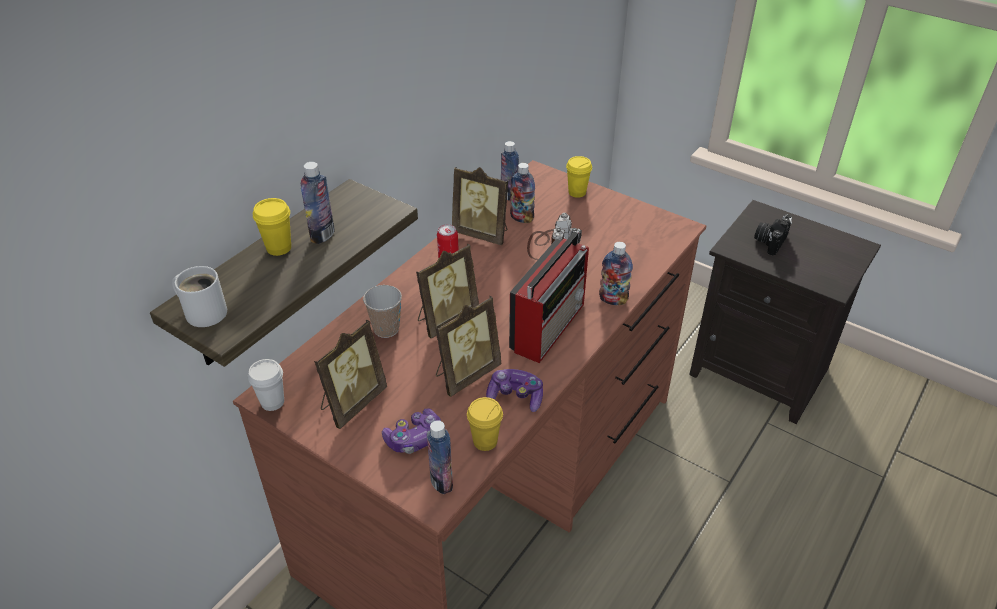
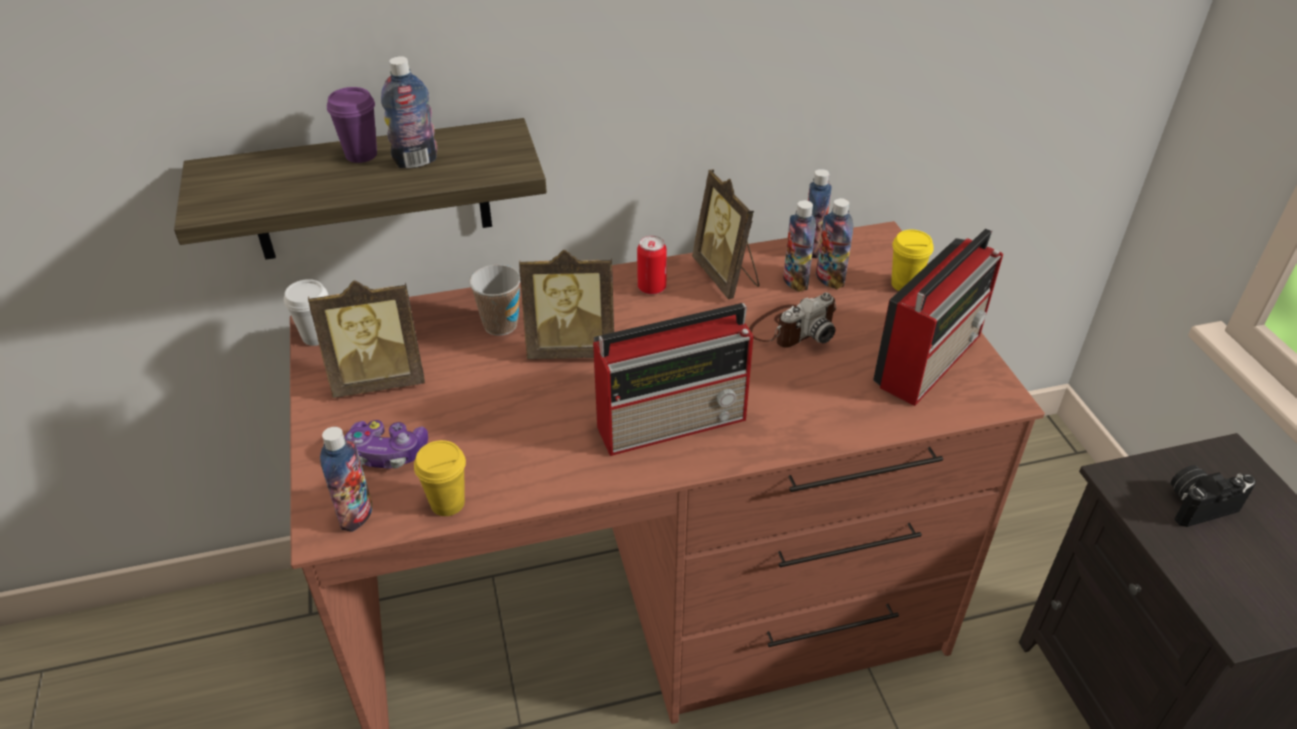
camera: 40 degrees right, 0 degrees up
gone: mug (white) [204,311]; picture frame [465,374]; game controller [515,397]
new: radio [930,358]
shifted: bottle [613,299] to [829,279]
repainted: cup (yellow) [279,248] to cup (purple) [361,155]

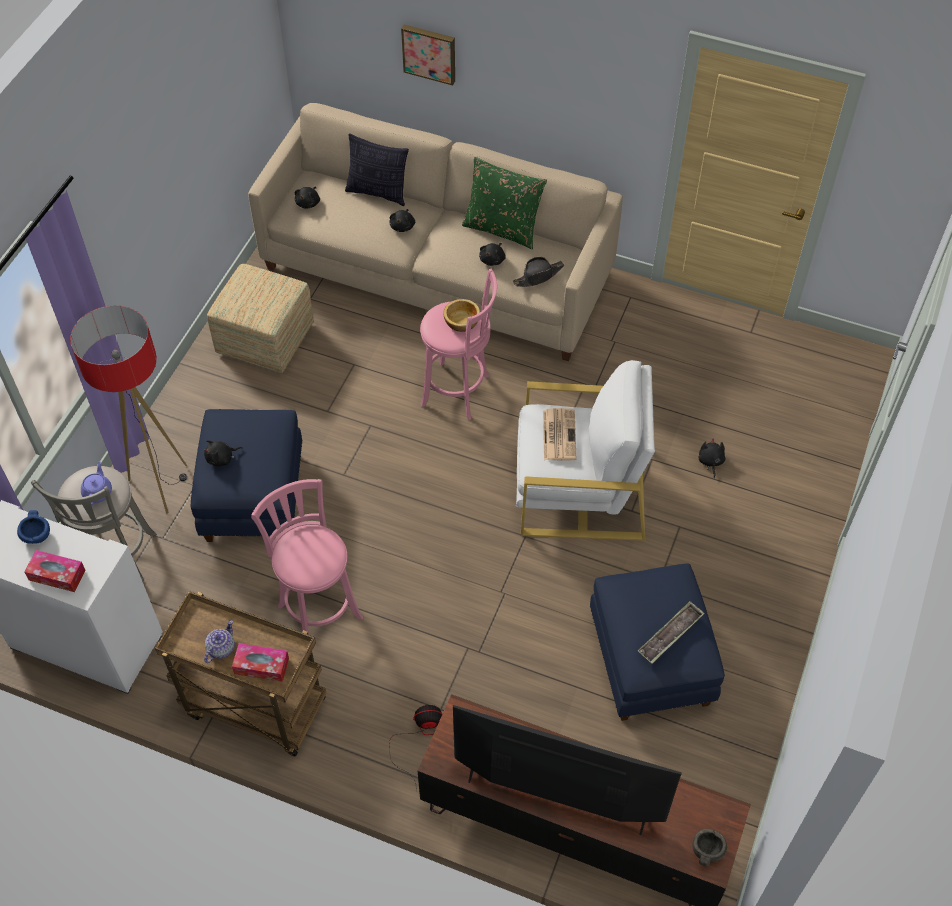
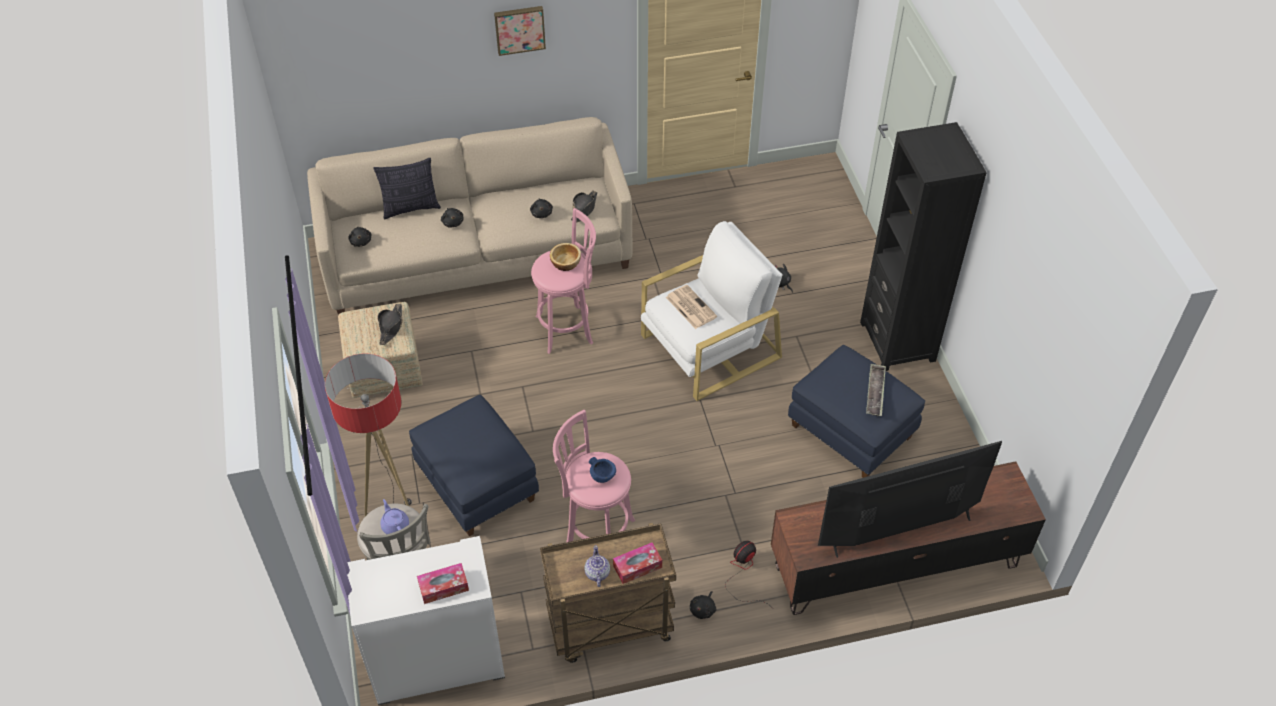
camera: 35 degrees left, 5 degrees down
gone: pillow (green) [502,228]; bowl (grey) [707,850]
new: hat (black) [391,327]; bookcase (black) [897,341]
shifted: picture [429,53] to [519,29]; bowl (blue) [37,535] to [603,475]; plush toy (black) [222,458] to [703,609]

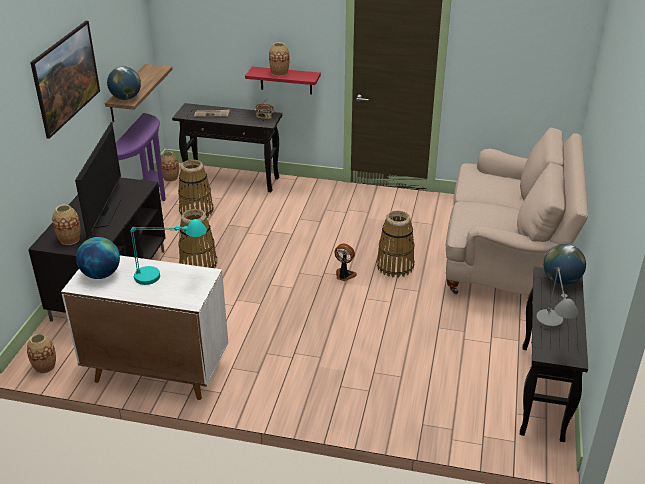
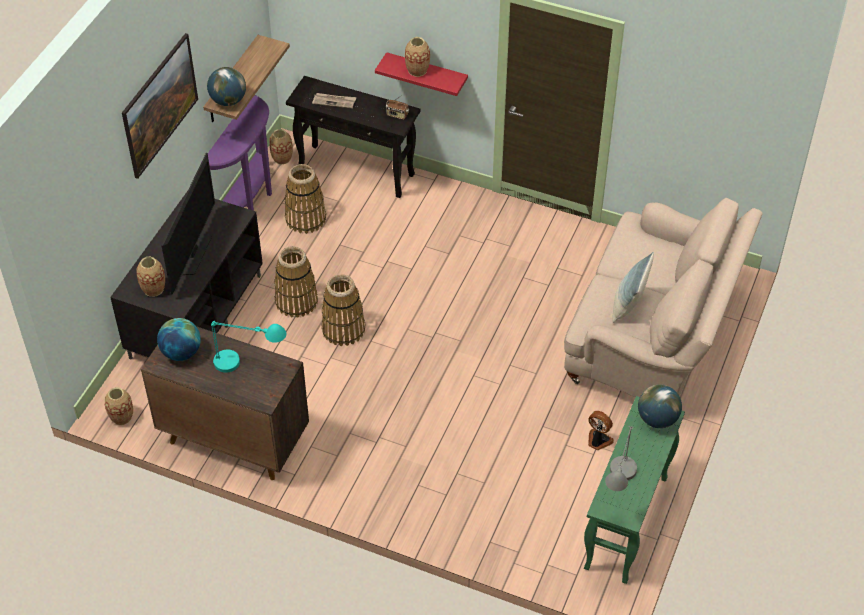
camera: 10 degrees right, 15 degrees up
new: pillow [628,304]
shifted: basket [395,266] to [343,329]; fan [344,275] to [598,441]
repainted: cabinet (white) [156,371] to cabinet (brown) [233,439]; console table (black) [542,392] to console table (green) [626,524]

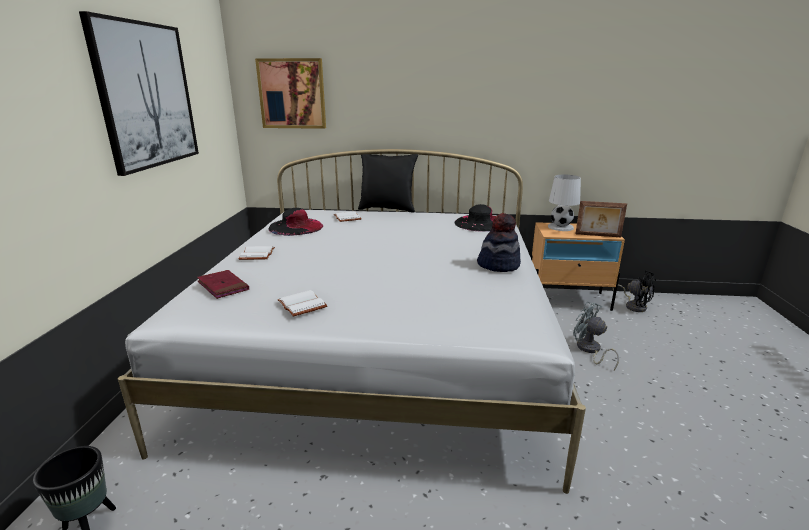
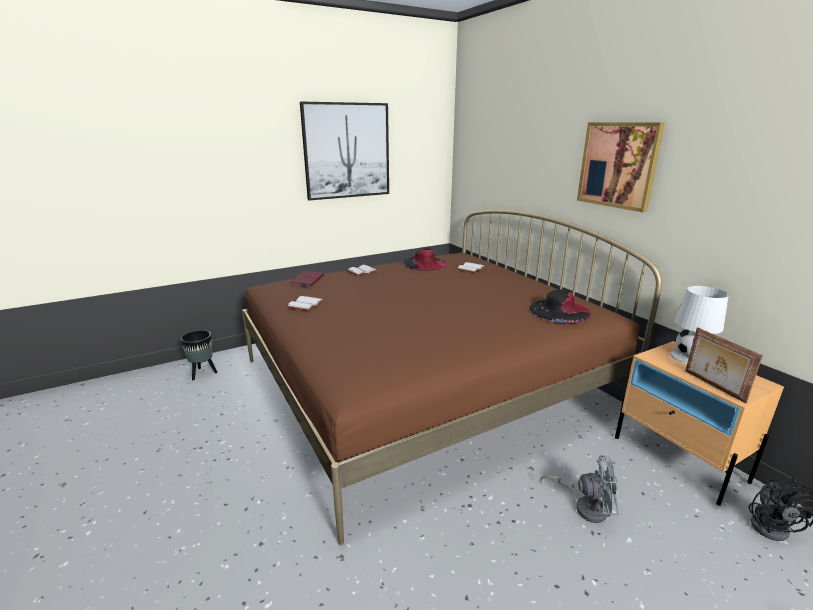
camera: 55 degrees right, 0 degrees up
gone: pillow (black) [387,209]; hat [498,265]
shifted: picture [292,94] to [618,165]
repainted: bed (white) [380,348] to bed (brown) [424,384]
rotated: fan (grey) [589,350] = [585,506] 90 degrees clockwise

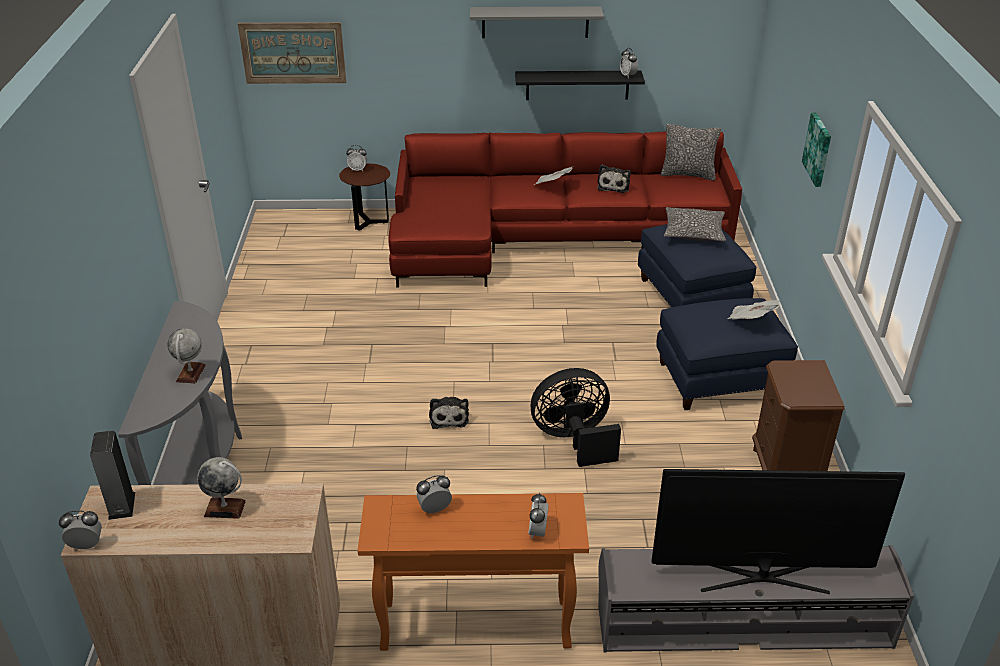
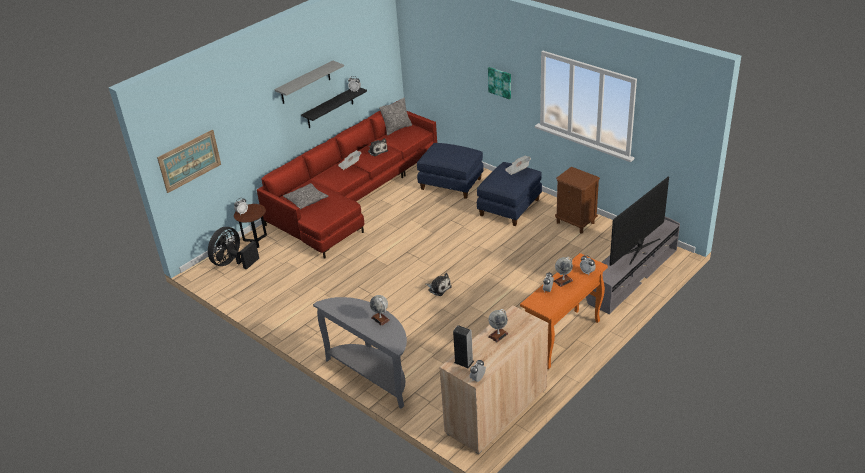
camera: 45 degrees left, 0 degrees up
new: globe [563,281]
shifted: fan (black) [574,440] to [233,263]; pillow [693,232] to [306,200]

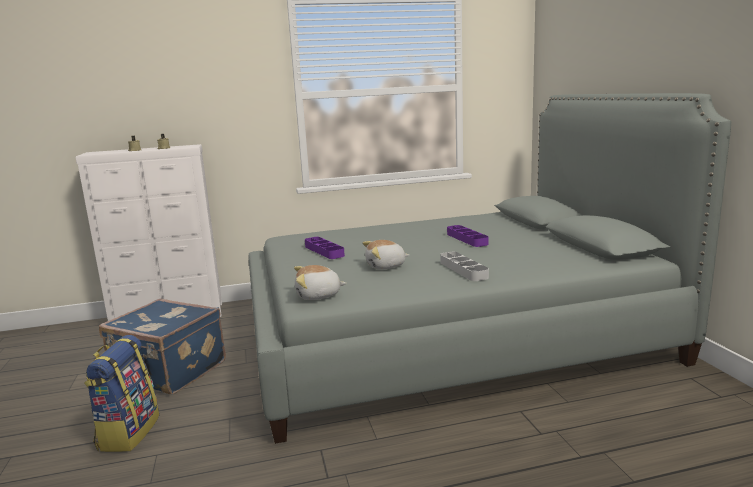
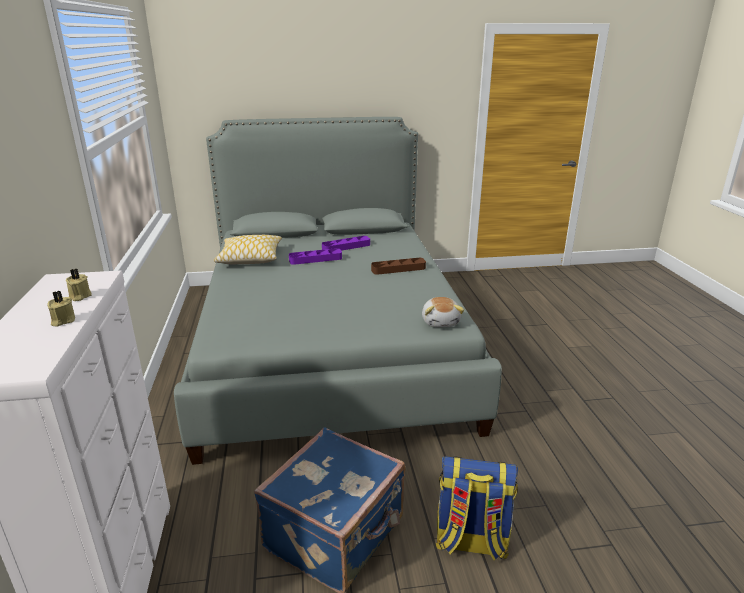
camera: 85 degrees left, 10 degrees up
gone: plush toy [386,266]
new: pillow [250,258]
shifted: tray (purple) [324,251] to [346,247]
repainted: tray (grey) [463,270] to tray (brown) [398,269]

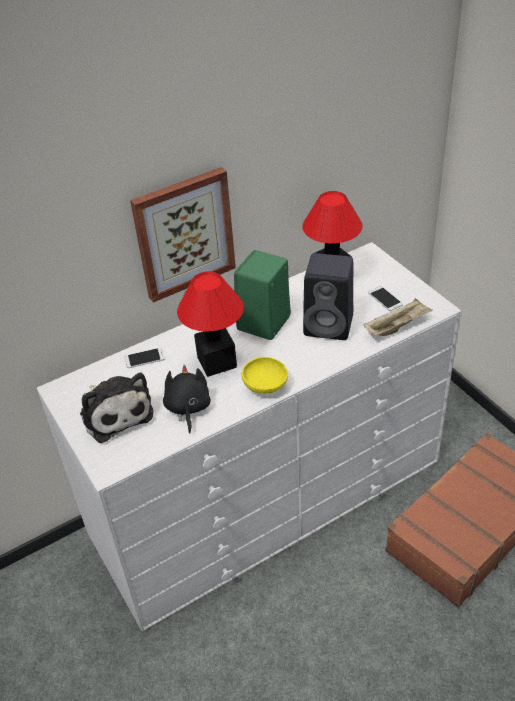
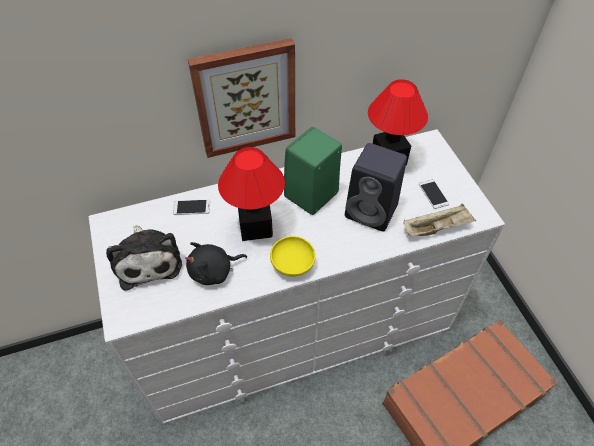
camera: 10 degrees right, 10 degrees up
rotated: plush toy (black) [188,408] = [214,271] 120 degrees counterclockwise

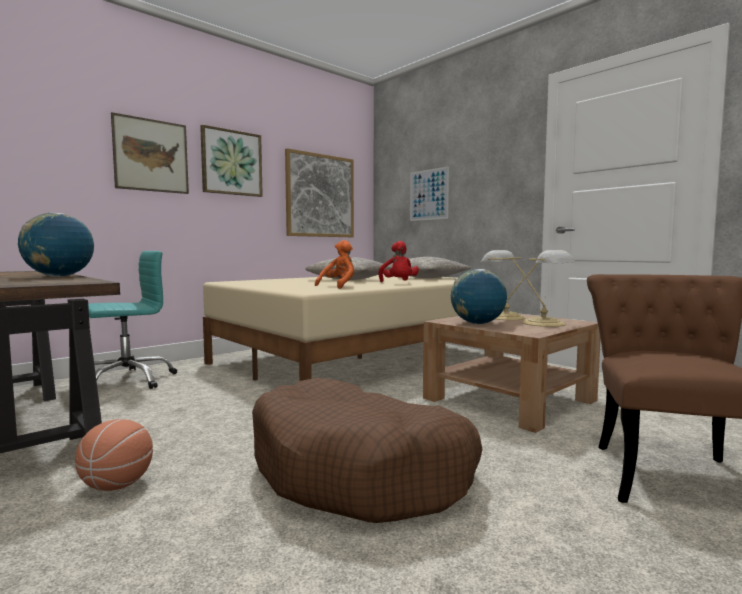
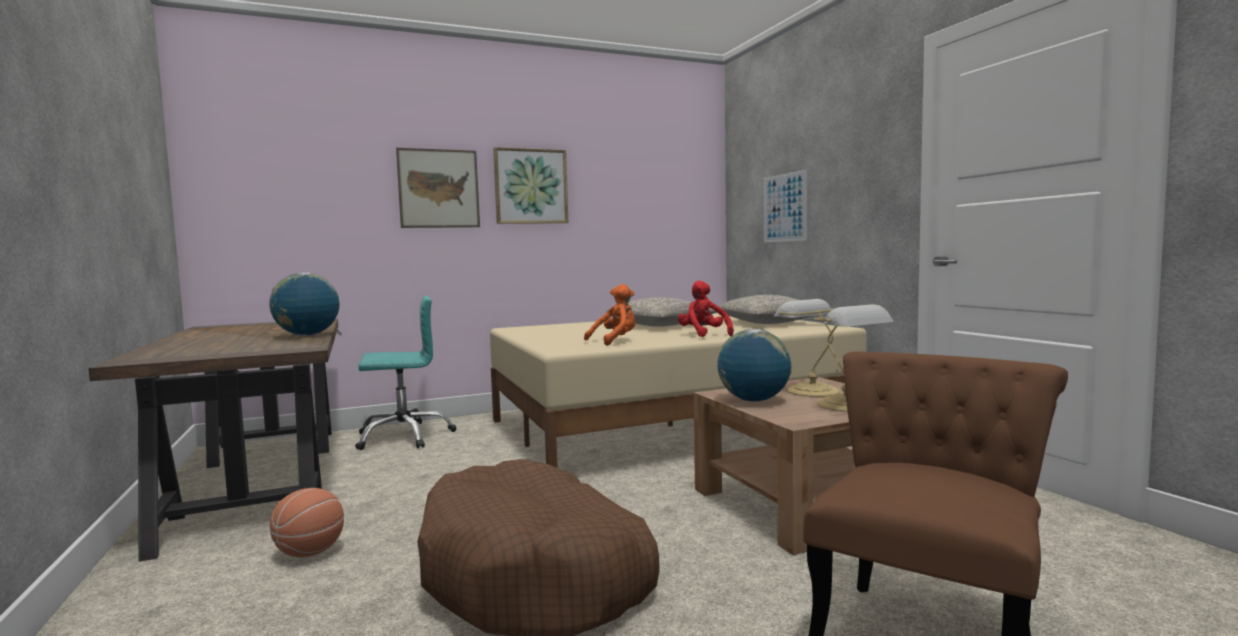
camera: 20 degrees right, 0 degrees up
gone: picture [320,196]
rotated: plush toy (red) [398,283] = [703,334] 150 degrees clockwise

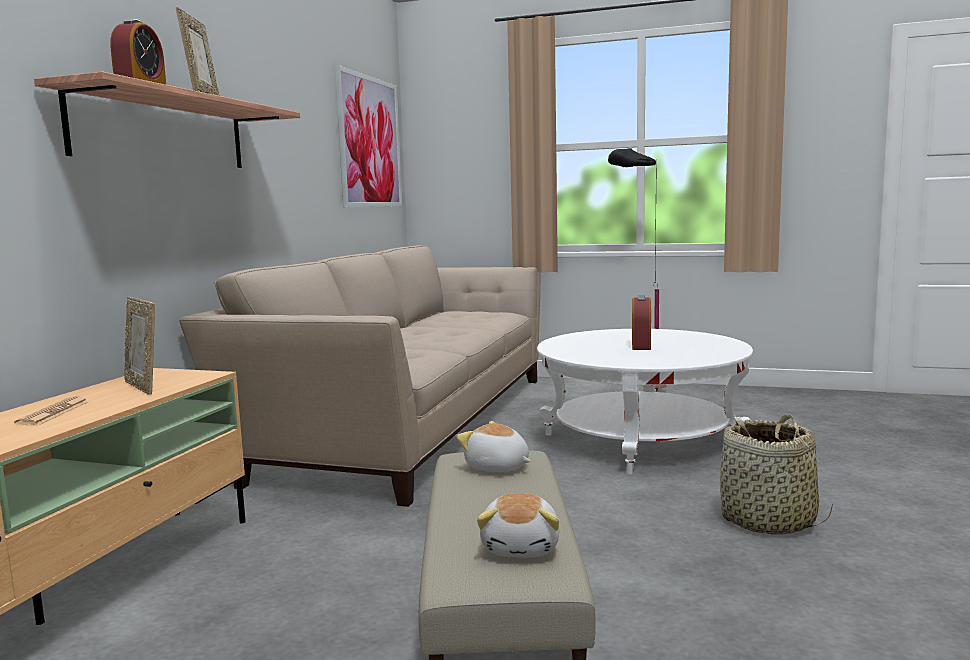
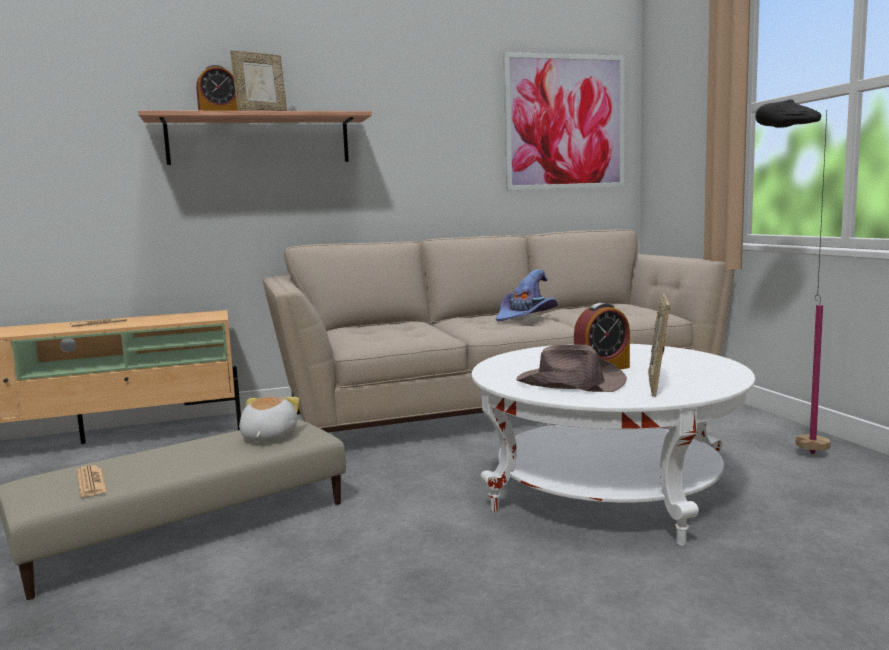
camera: 55 degrees right, 0 degrees up
gone: basket [768,520]
new: hat (purple) [526,316]; hat (brown) [569,383]
shifted: picture frame [143,387] to [658,386]
swapped: plush toy [522,547] to newspaper [91,482]

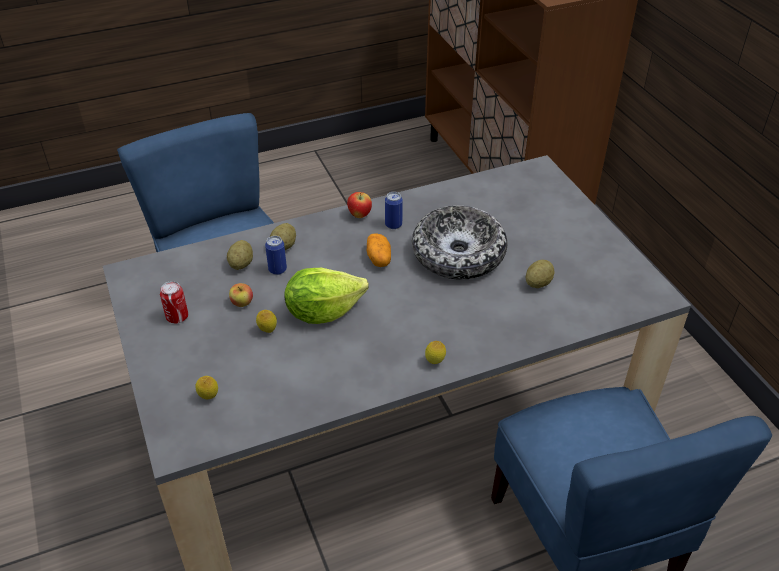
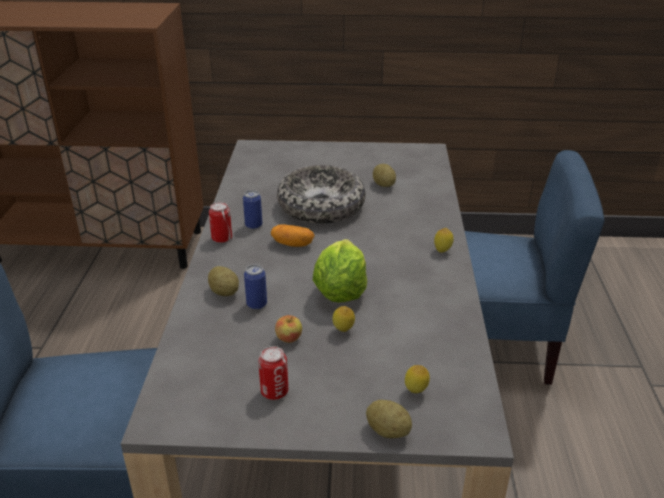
camera: 65 degrees left, 10 degrees down
shifted: potato [241,264] to [388,431]
swapped: apple [359,215] to can [222,238]

